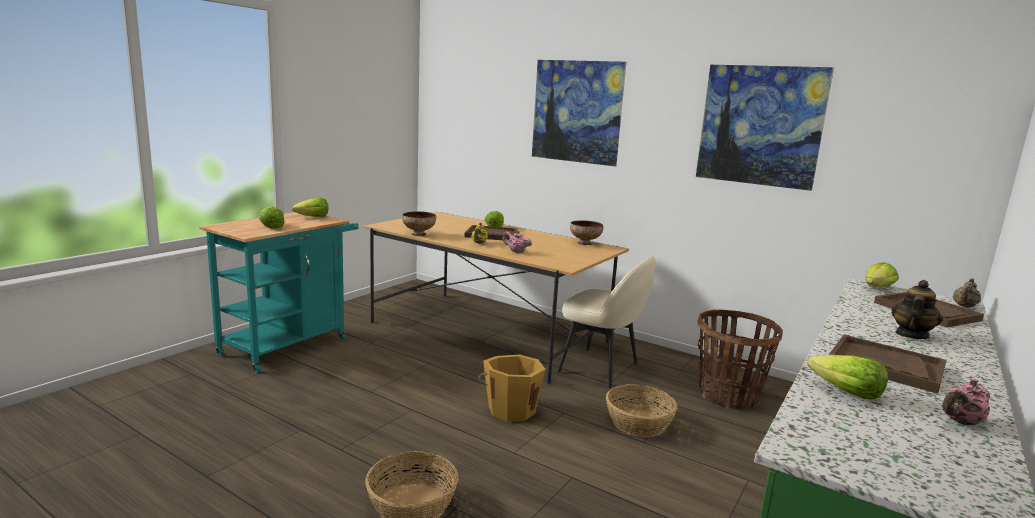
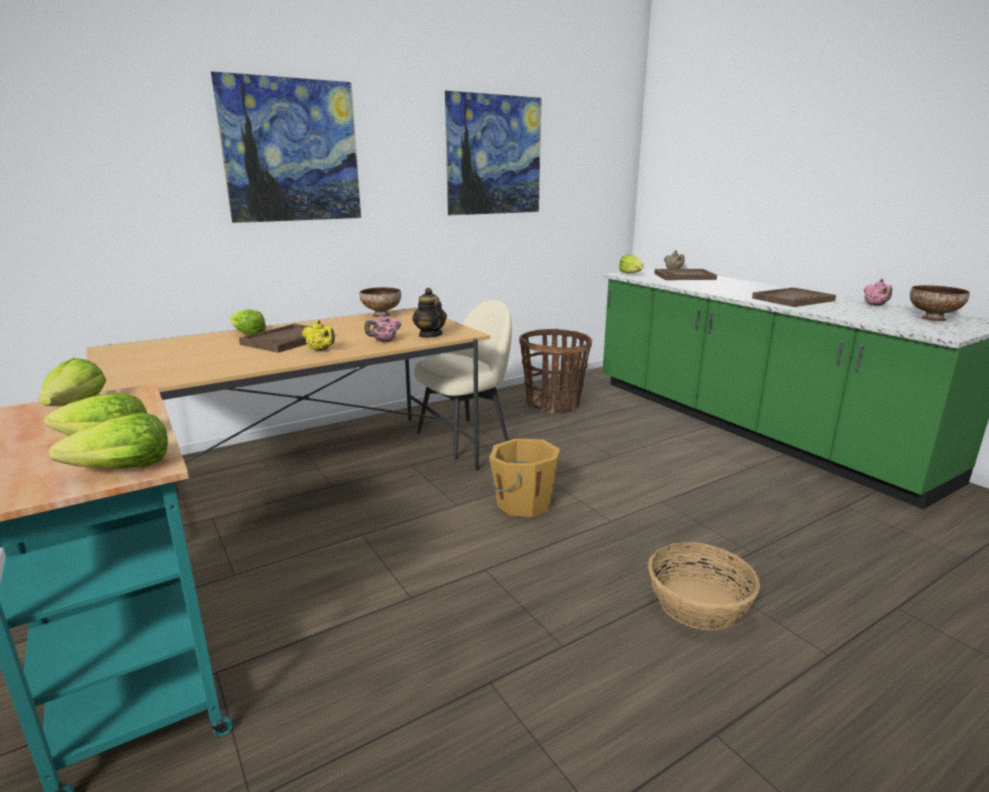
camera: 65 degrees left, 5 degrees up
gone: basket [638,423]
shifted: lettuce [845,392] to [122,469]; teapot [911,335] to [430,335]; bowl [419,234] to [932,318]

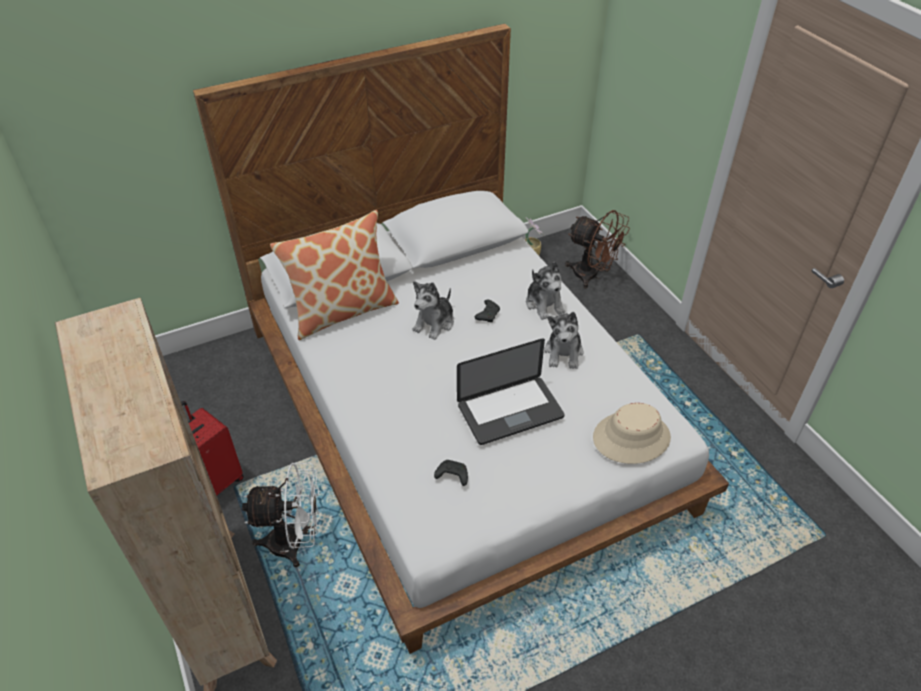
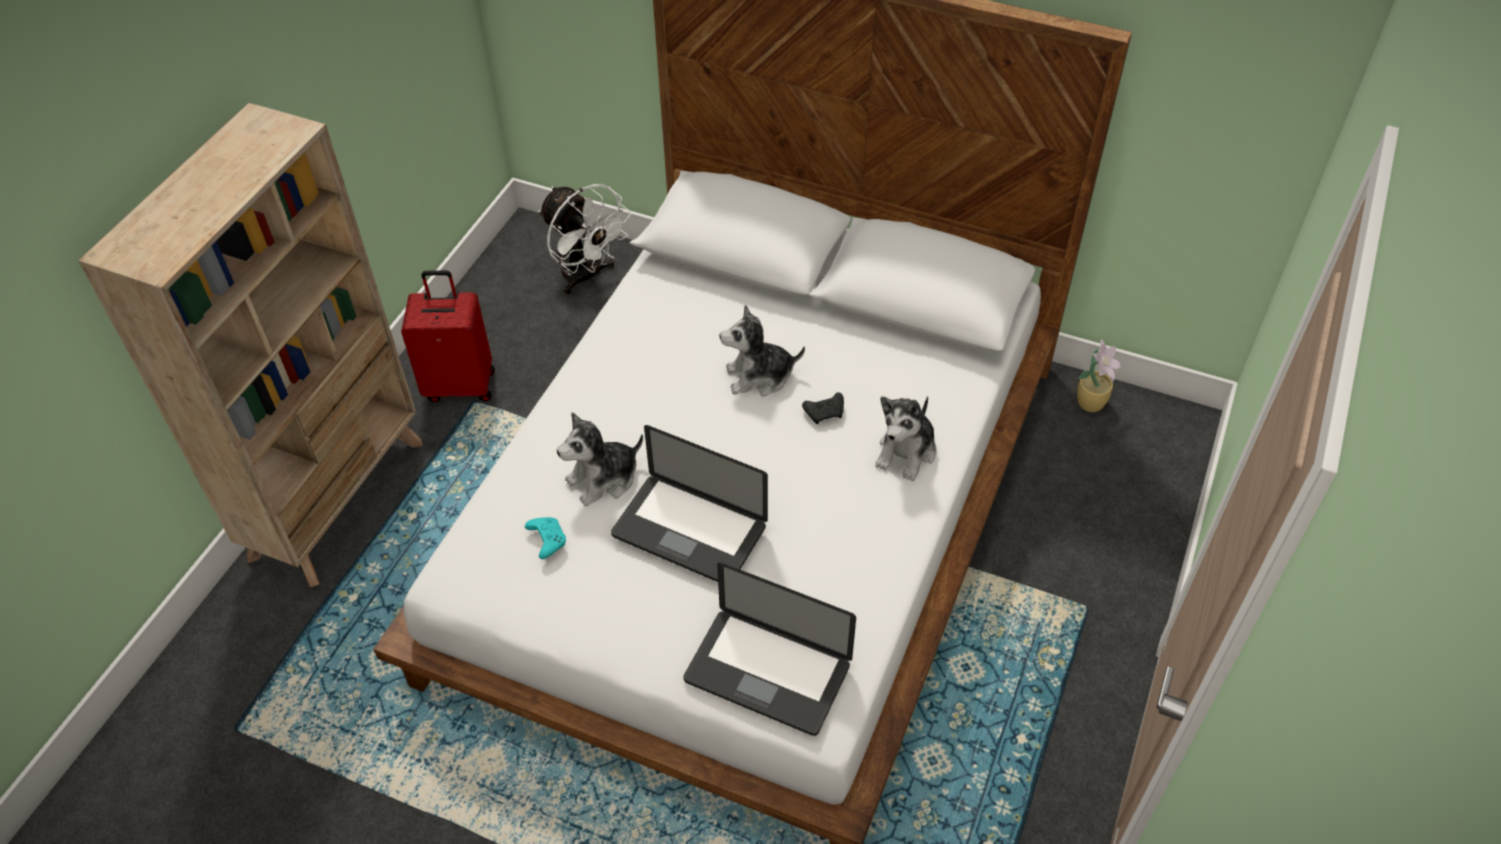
camera: 50 degrees right, 5 degrees up
gone: pillow [342,311]; fan (brown) [591,276]
shifted: fan (white) [295,543] to [586,277]; plush toy [564,352] to [604,479]
swapped: hat (beige) [631,437] to laptop [767,673]
repainted: game controller (black) [451,475] to game controller (turquoise) [546,539]

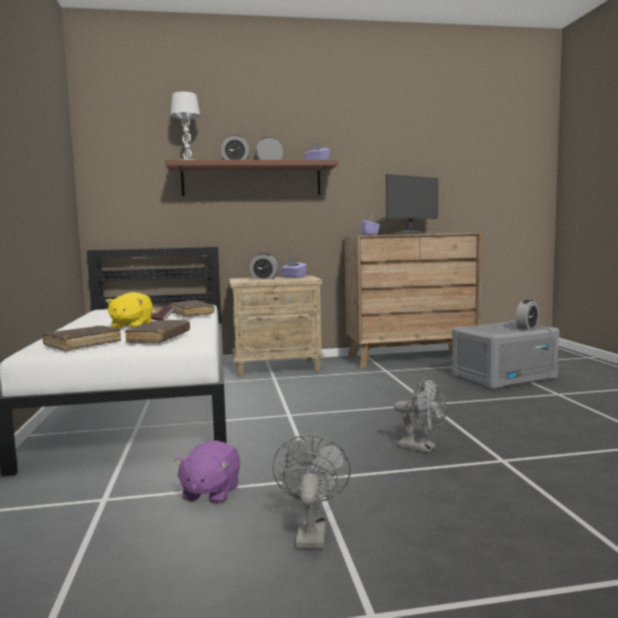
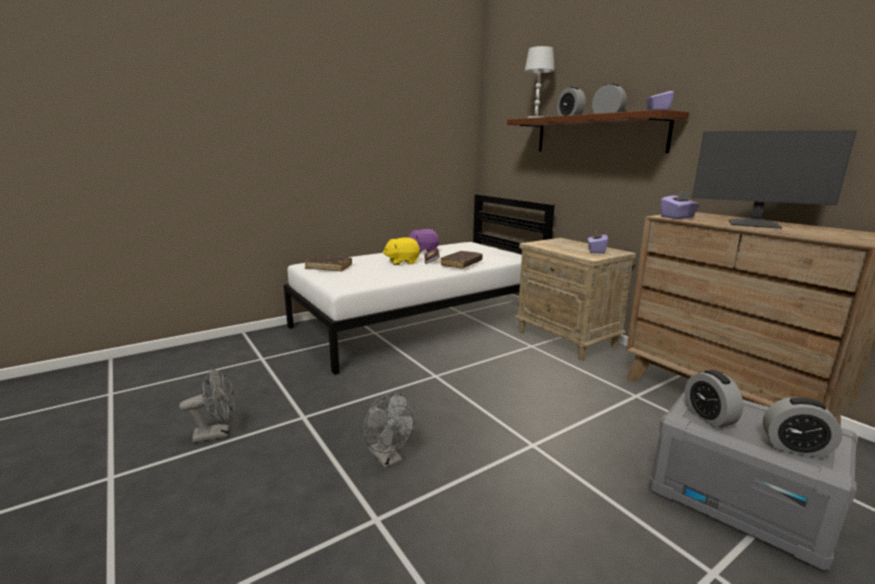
camera: 65 degrees right, 10 degrees up
gone: book (brown) [159,338]
shifted: plush toy (purple) [210,493] to [423,251]; alarm clock [264,278] to [708,417]
rotated: fan (grey) [422,448] = [388,459] 45 degrees counterclockwise

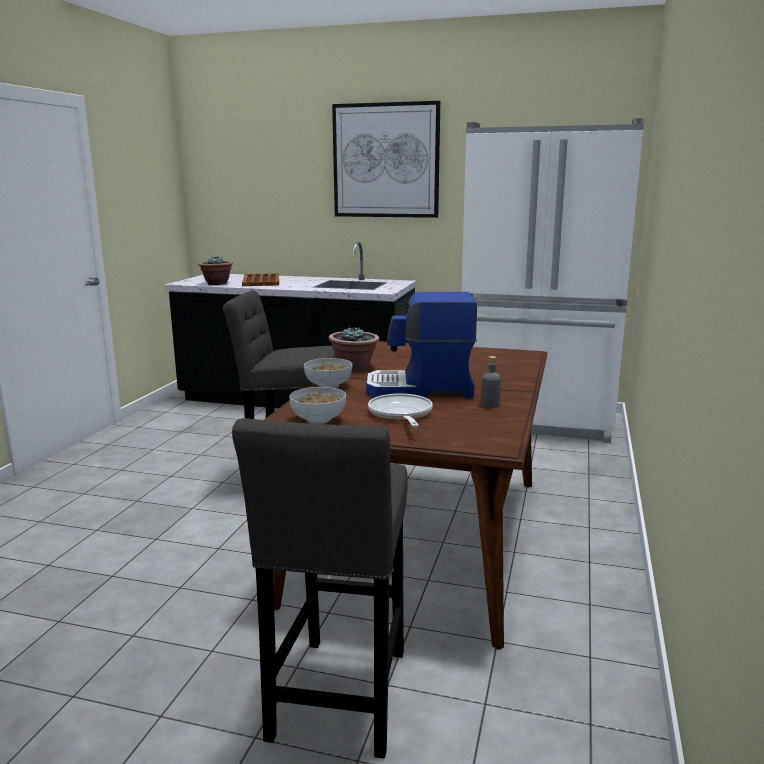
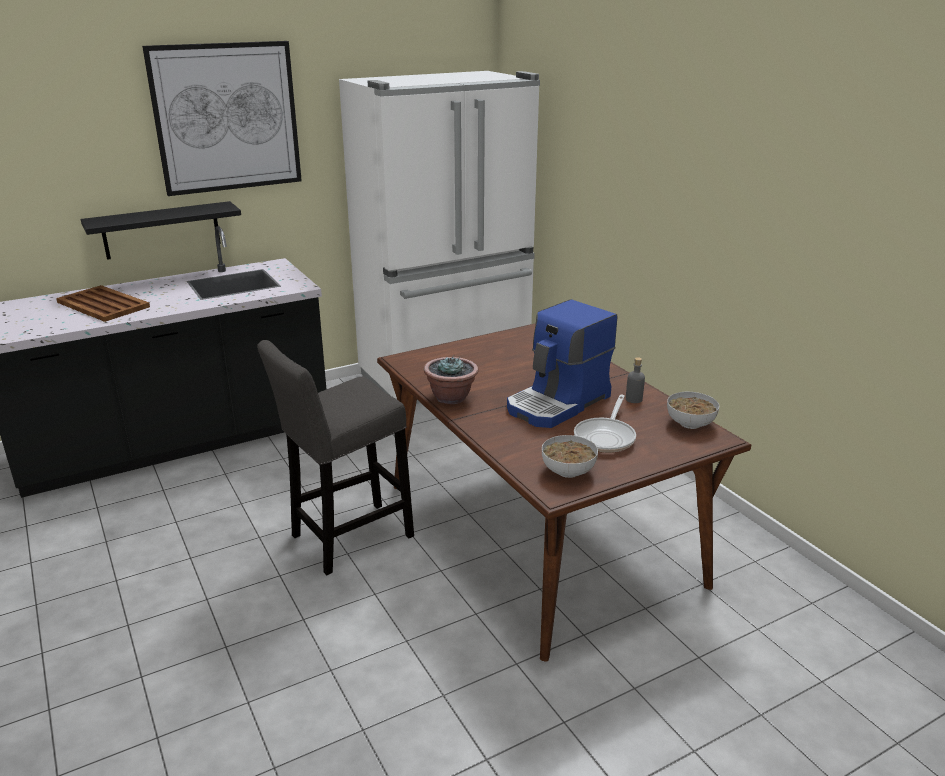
camera: 45 degrees left, 10 degrees up
gone: potted plant [216,284]; stool (grey) [338,701]
new: shelf (black) [161,230]
shifted: bowl [328,385] to [689,423]
rotated: frying pan [400,415] = [606,437] 105 degrees counterclockwise

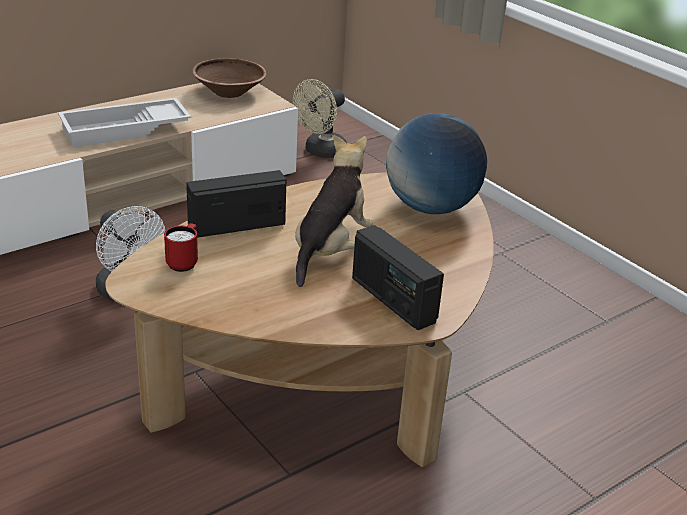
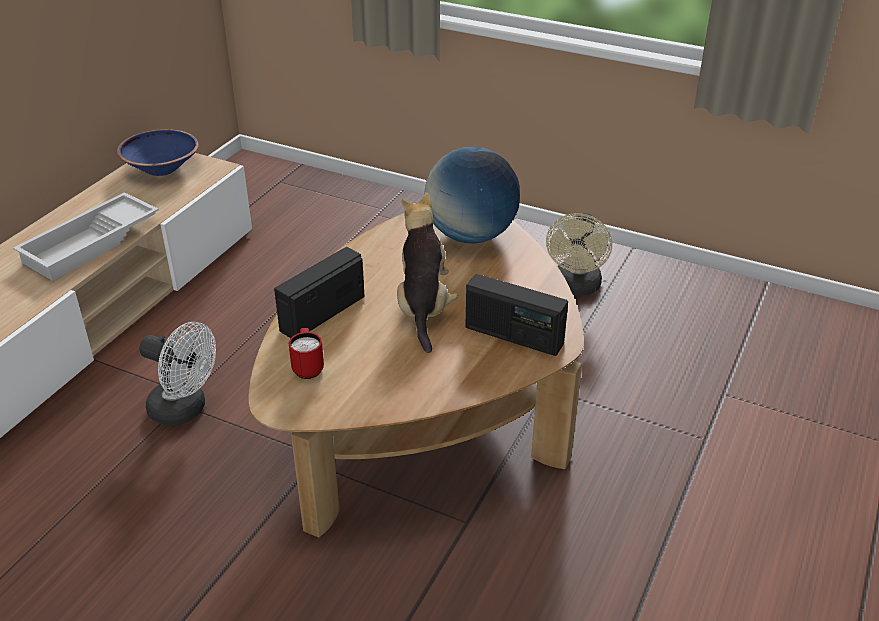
camera: 25 degrees left, 5 degrees up
shifted: fan (beige) [321,152] to [576,287]
repainted: bowl (brown) [229,92] to bowl (blue) [161,168]

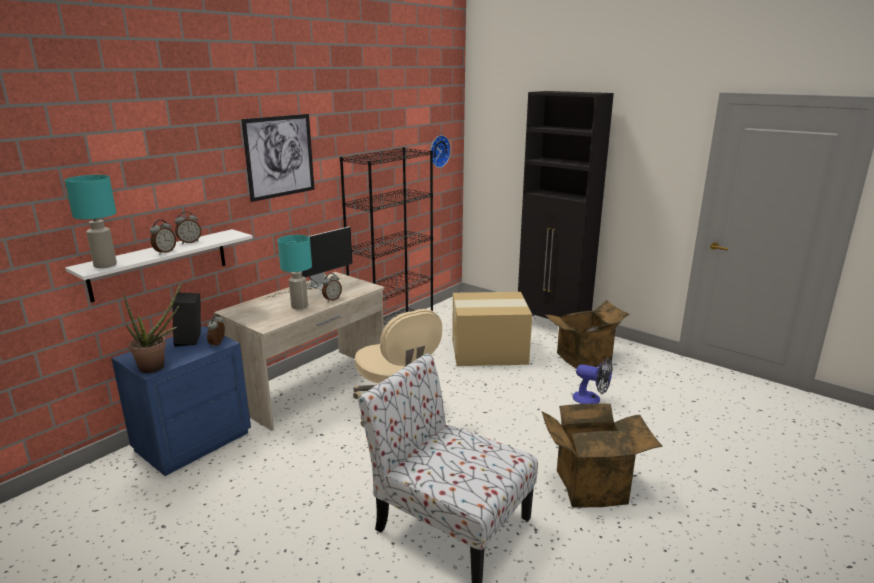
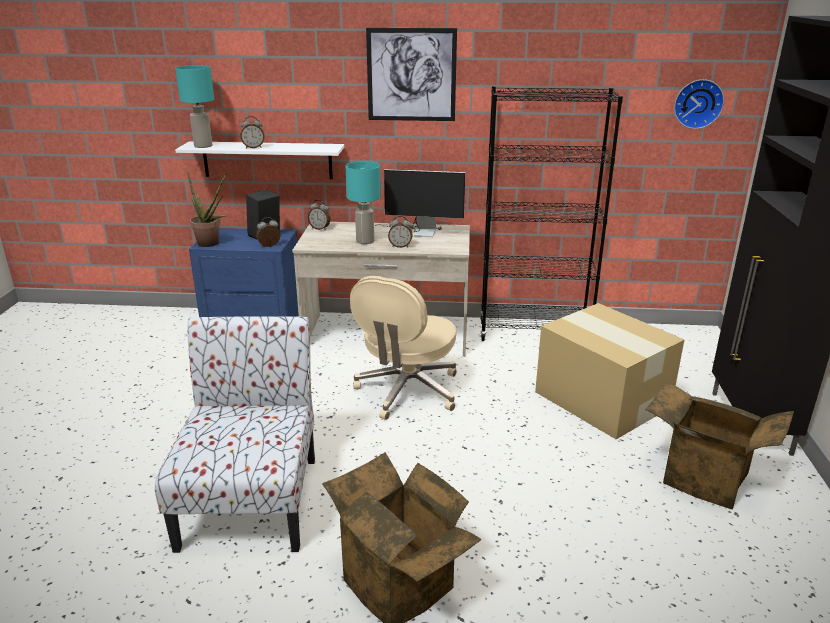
camera: 55 degrees right, 5 degrees up
gone: fan [591,399]
shifted: alarm clock [189,242] to [320,228]

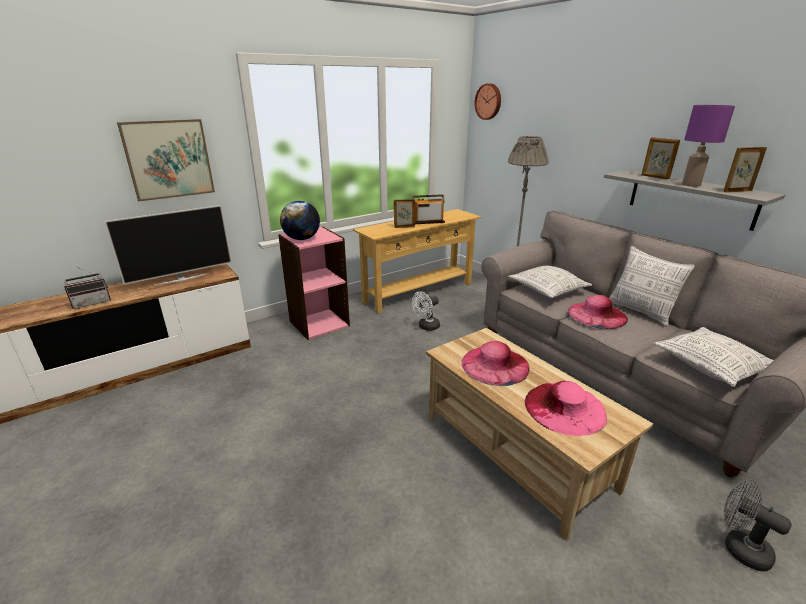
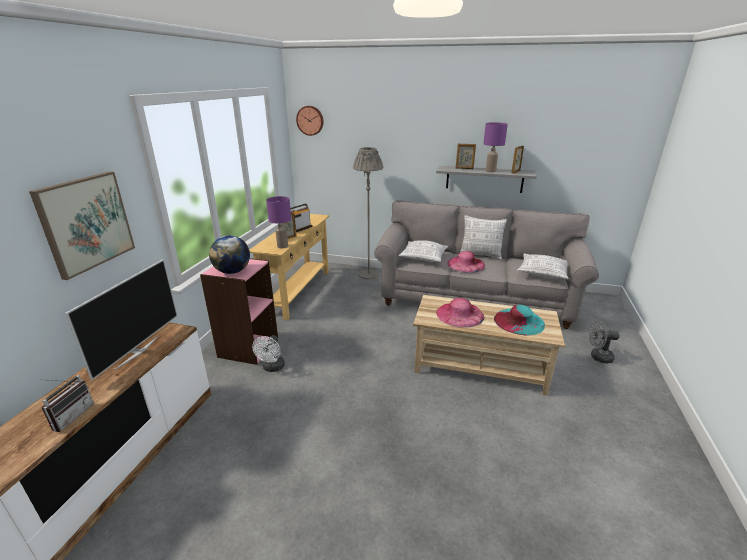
camera: 40 degrees left, 0 degrees up
new: table lamp (purple) [283,246]
shifted: fan (white) [426,327] to [272,368]
repainted: hat (pink) [565,408] to hat (turquoise) [519,321]

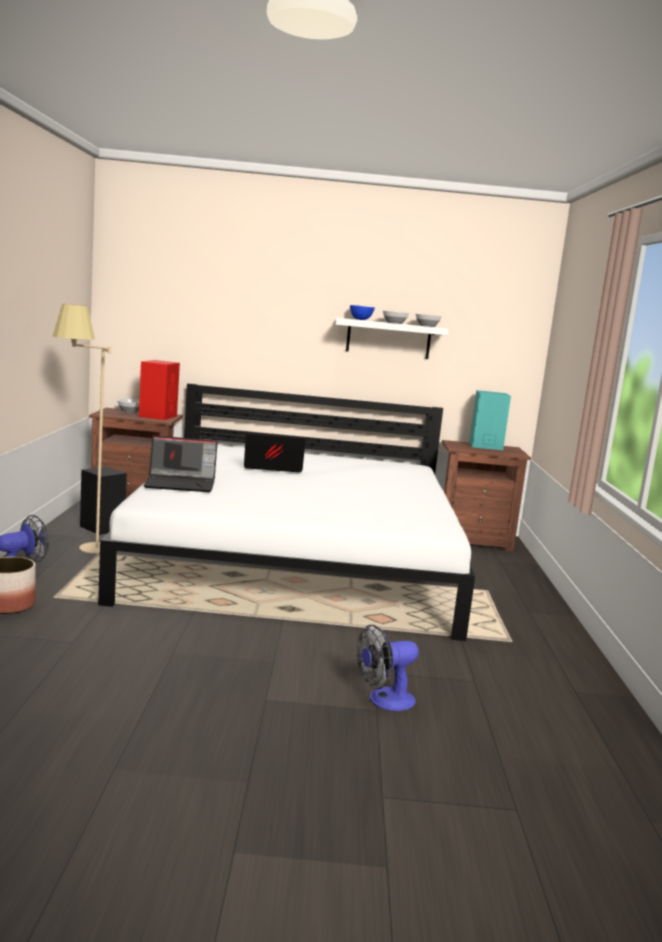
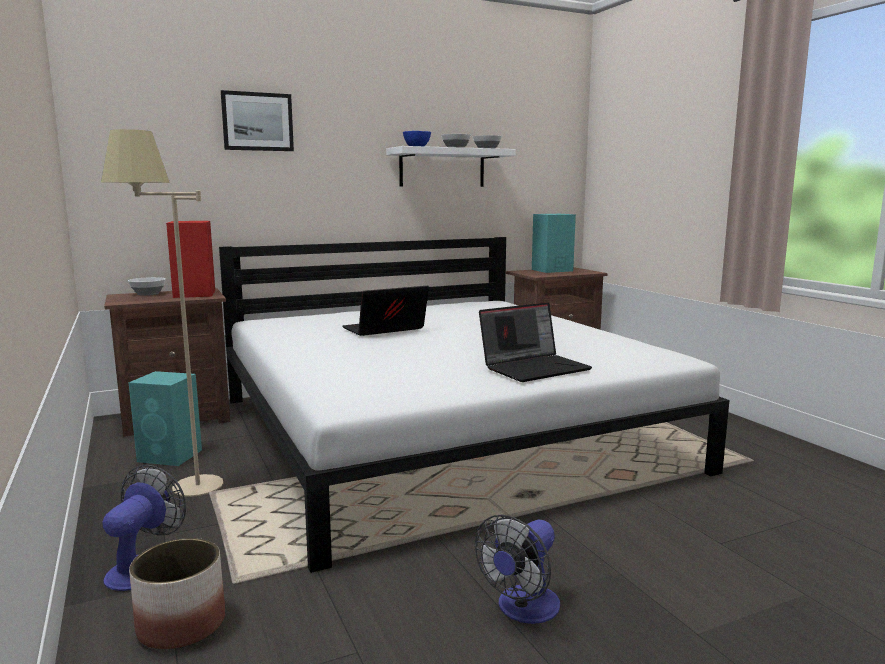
camera: 25 degrees left, 0 degrees up
new: picture [257,121]
shifted: fan [384,701] to [523,610]; laptop [181,484] to [535,367]
repainted: speaker (black) [102,528] to speaker (turquoise) [171,456]

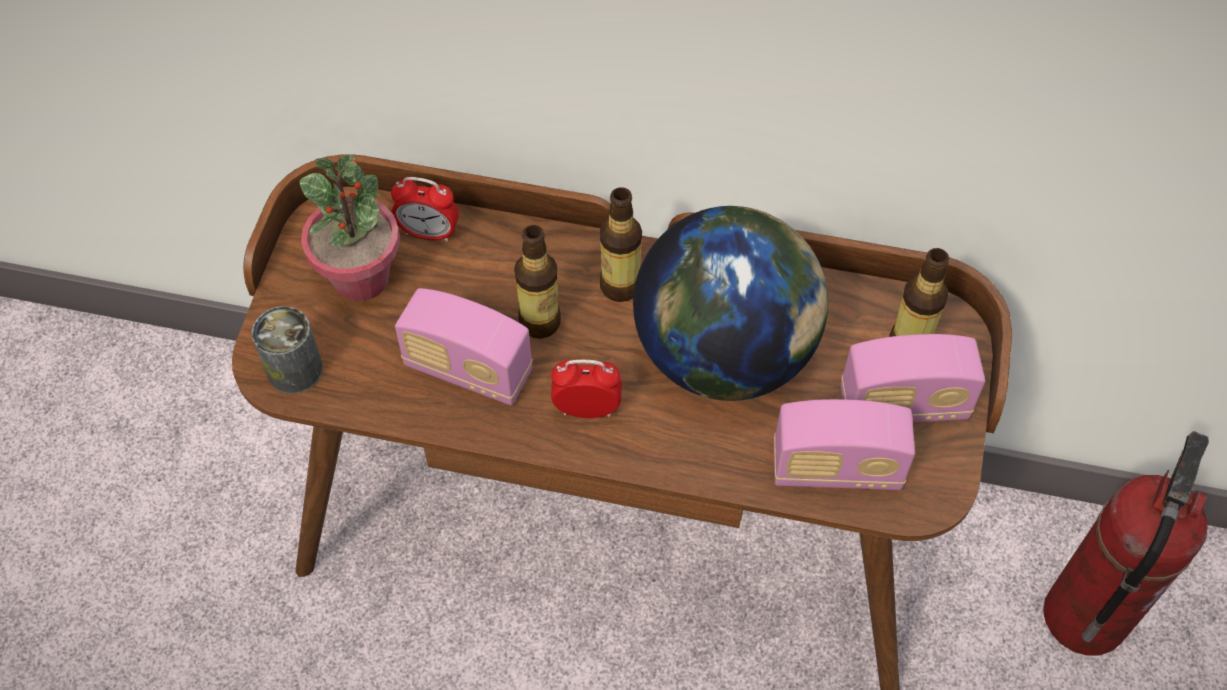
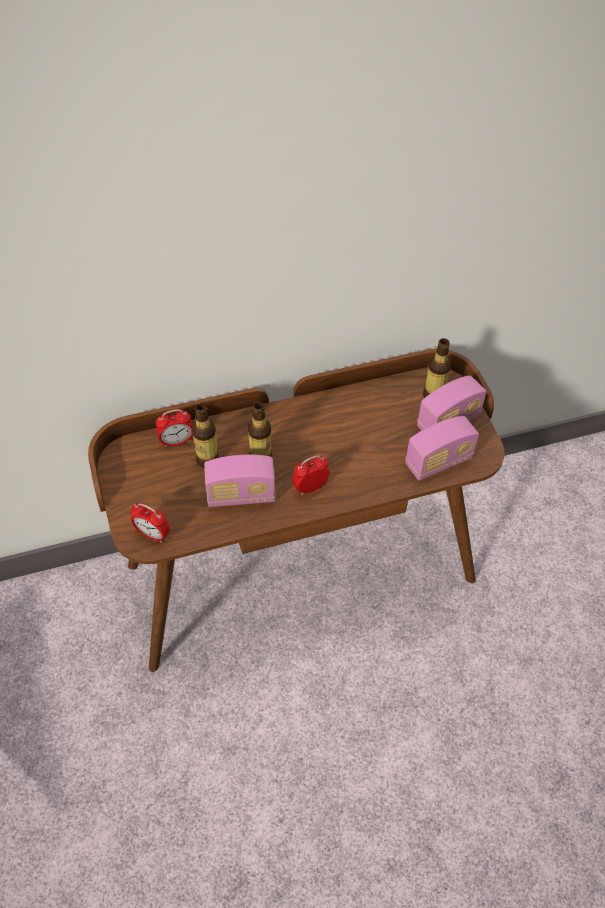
camera: 30 degrees left, 5 degrees down
gone: potted plant [361,278]; globe [725,354]; fire extinguisher [1084,616]
shifted: bottle [620,286] to [207,460]
swapped: can [295,370] to alarm clock [153,535]

